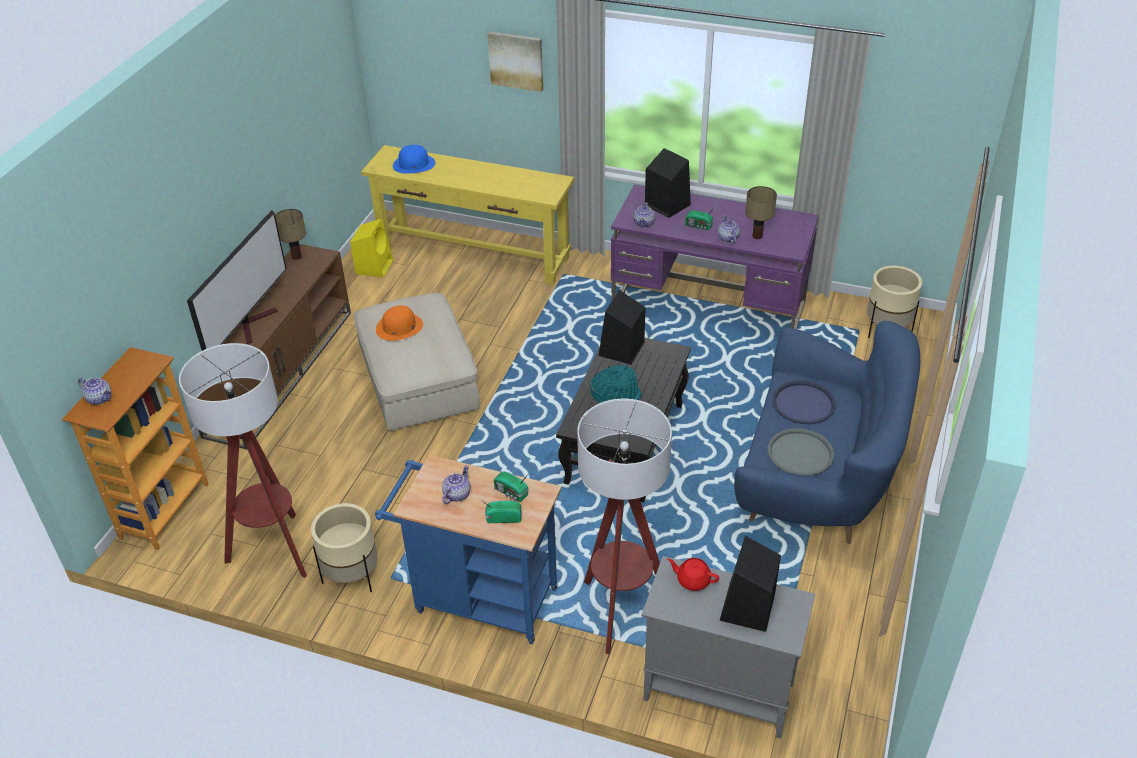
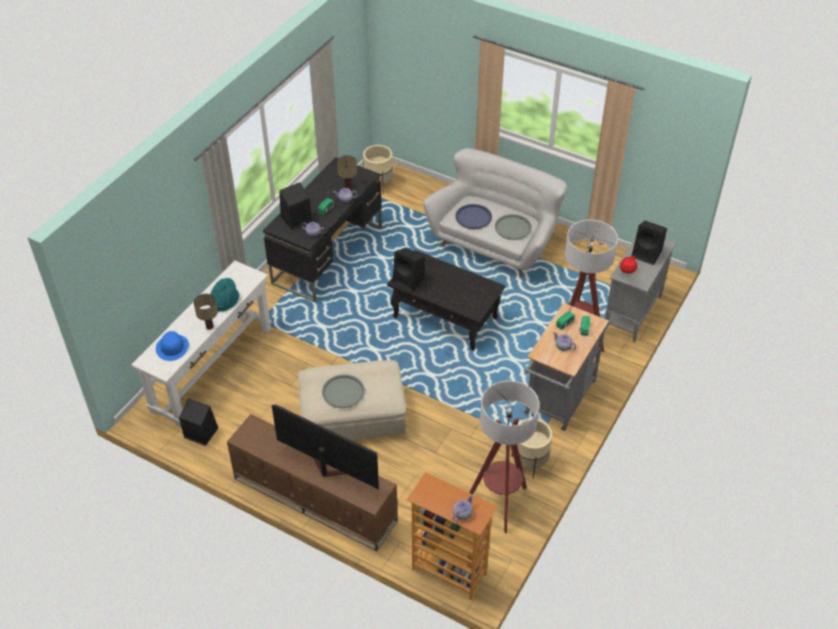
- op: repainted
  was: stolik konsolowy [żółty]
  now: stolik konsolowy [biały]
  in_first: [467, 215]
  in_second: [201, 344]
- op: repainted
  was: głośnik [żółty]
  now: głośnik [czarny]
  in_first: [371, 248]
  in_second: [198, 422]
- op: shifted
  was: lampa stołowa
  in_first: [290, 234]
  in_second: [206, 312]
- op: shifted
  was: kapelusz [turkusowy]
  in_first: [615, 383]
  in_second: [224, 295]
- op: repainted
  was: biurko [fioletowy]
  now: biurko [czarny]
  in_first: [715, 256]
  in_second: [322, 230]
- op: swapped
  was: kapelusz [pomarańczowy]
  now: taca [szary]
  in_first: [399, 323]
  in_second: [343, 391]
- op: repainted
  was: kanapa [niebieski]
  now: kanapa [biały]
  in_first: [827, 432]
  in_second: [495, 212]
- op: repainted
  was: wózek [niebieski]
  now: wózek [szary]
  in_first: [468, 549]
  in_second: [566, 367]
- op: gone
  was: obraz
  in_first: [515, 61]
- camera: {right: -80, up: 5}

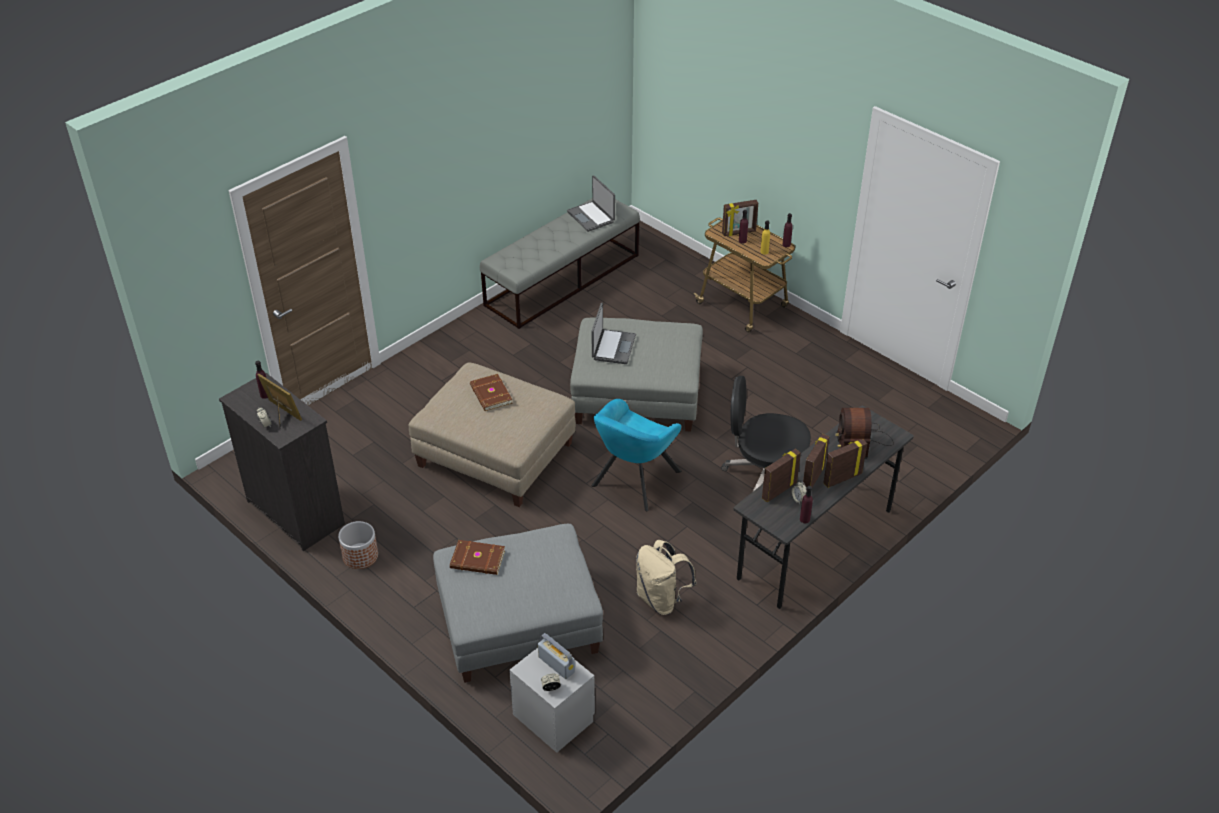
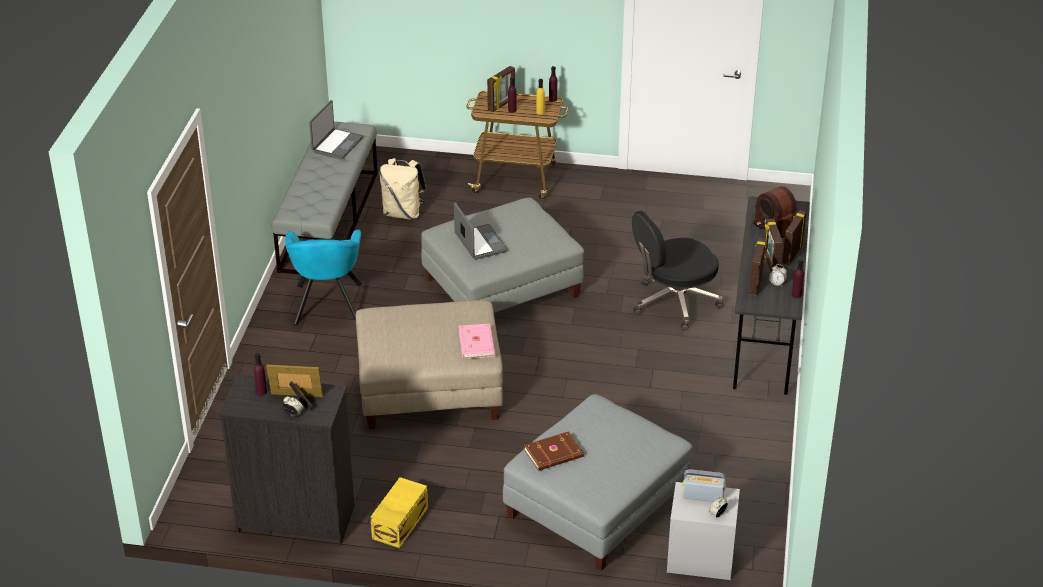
- op: shifted
  was: fotel [turkusowy]
  in_first: [636, 455]
  in_second: [323, 277]
- op: rotated
  was: laptop
  in_first: [591, 203]
  in_second: [336, 130]
  clockwise: -90
- op: swapped
  was: donica
  now: pojemnik do przechowywania [żółty]
  in_first: [358, 545]
  in_second: [399, 512]
- op: shifted
  was: plecak [beżowy]
  in_first: [666, 577]
  in_second: [403, 188]
- op: new
  now: książka [różowy]
  in_second: [477, 341]
- op: gone
  was: książka [brązowy]
  in_first: [491, 392]
- camera: {right: -35, up: -5}

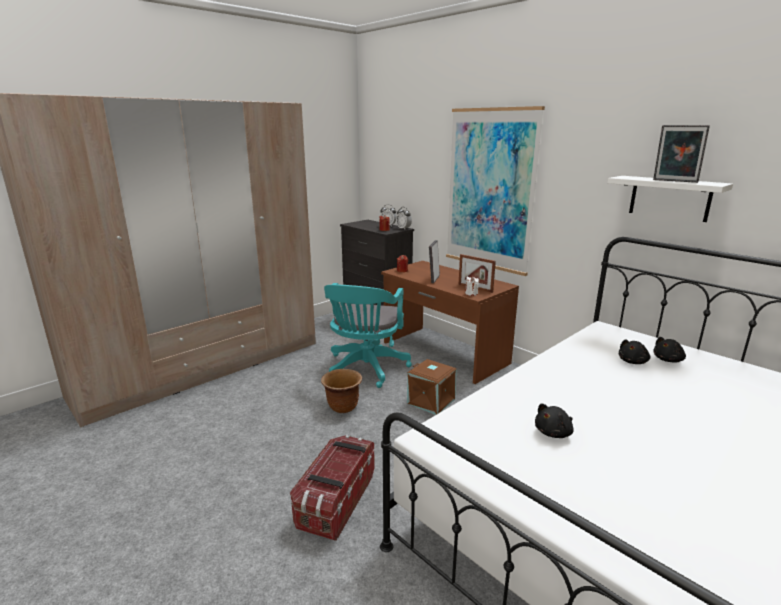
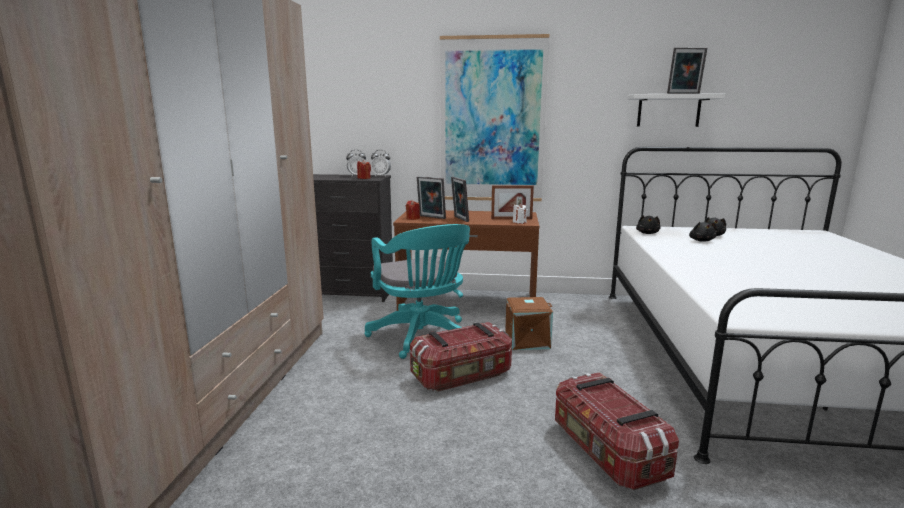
- op: swapped
  was: donica [brązowy]
  now: pojemnik do przechowywania
  in_first: [341, 391]
  in_second: [461, 357]
- op: new
  now: ramka na zdjęcie
  in_second: [431, 197]
- op: shifted
  was: pluszak [czarny]
  in_first: [554, 421]
  in_second: [648, 224]
- camera: {right: -40, up: -5}

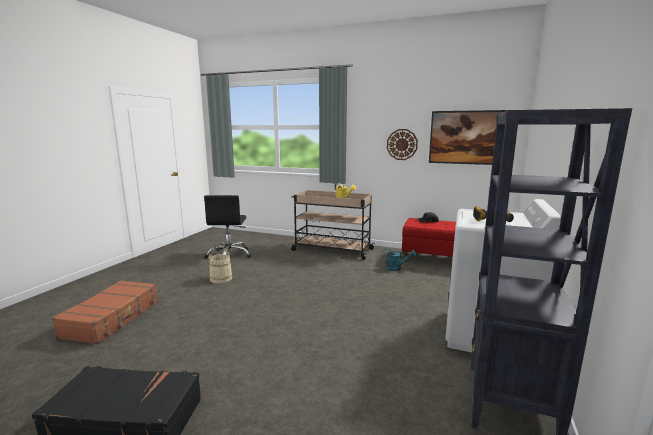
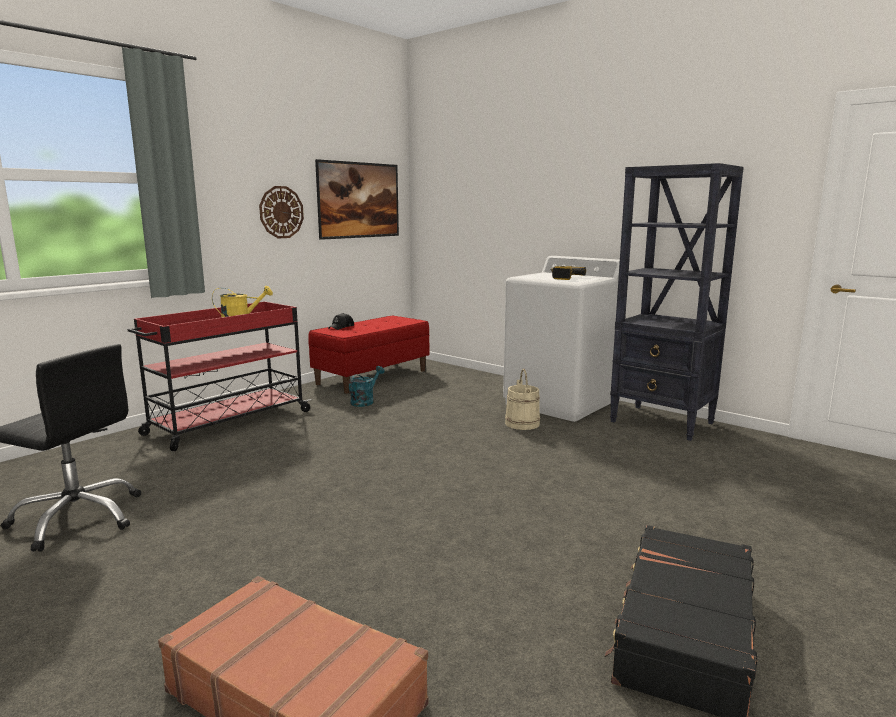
- op: repainted
  was: wózek [beżowy]
  now: wózek [czerwony]
  in_first: [333, 225]
  in_second: [220, 376]
- op: shifted
  was: wiadro [beżowy]
  in_first: [220, 264]
  in_second: [522, 399]
- camera: {right: -70, up: 0}

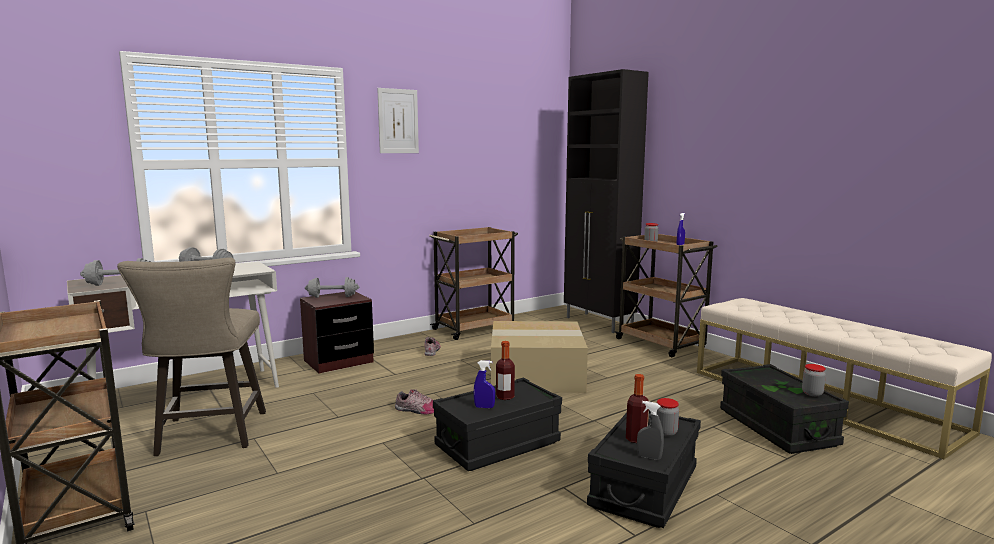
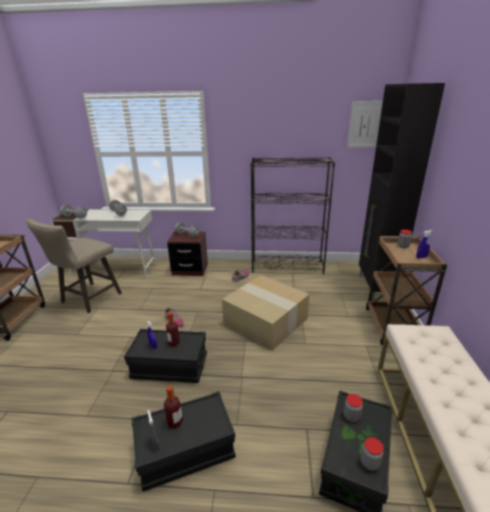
- op: swapped
  was: wózek [brązowy]
  now: regał [czarny]
  in_first: [473, 283]
  in_second: [292, 215]
- op: shifted
  was: słoik
  in_first: [668, 417]
  in_second: [353, 408]
- op: shifted
  was: obraz
  in_first: [398, 120]
  in_second: [365, 124]
- camera: {right: 40, up: 15}

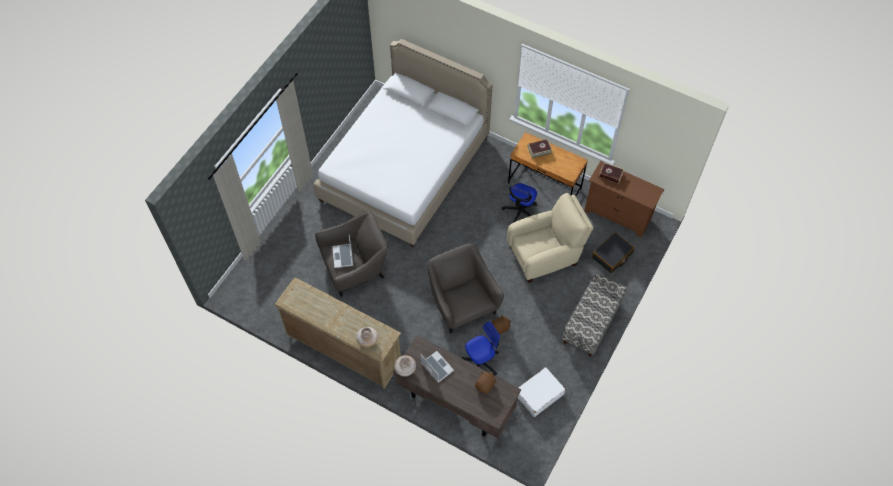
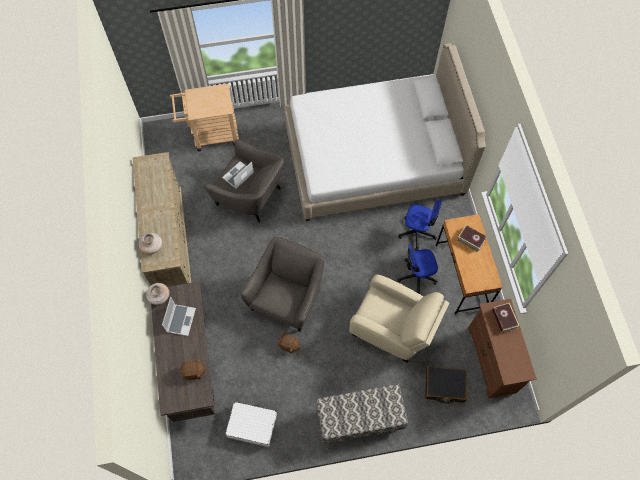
- op: new
  now: wózek [beżowy]
  in_second: [204, 117]
- op: shifted
  was: krzesło biurowe
  in_first: [480, 348]
  in_second: [420, 225]
- camera: {right: 50, up: 5}

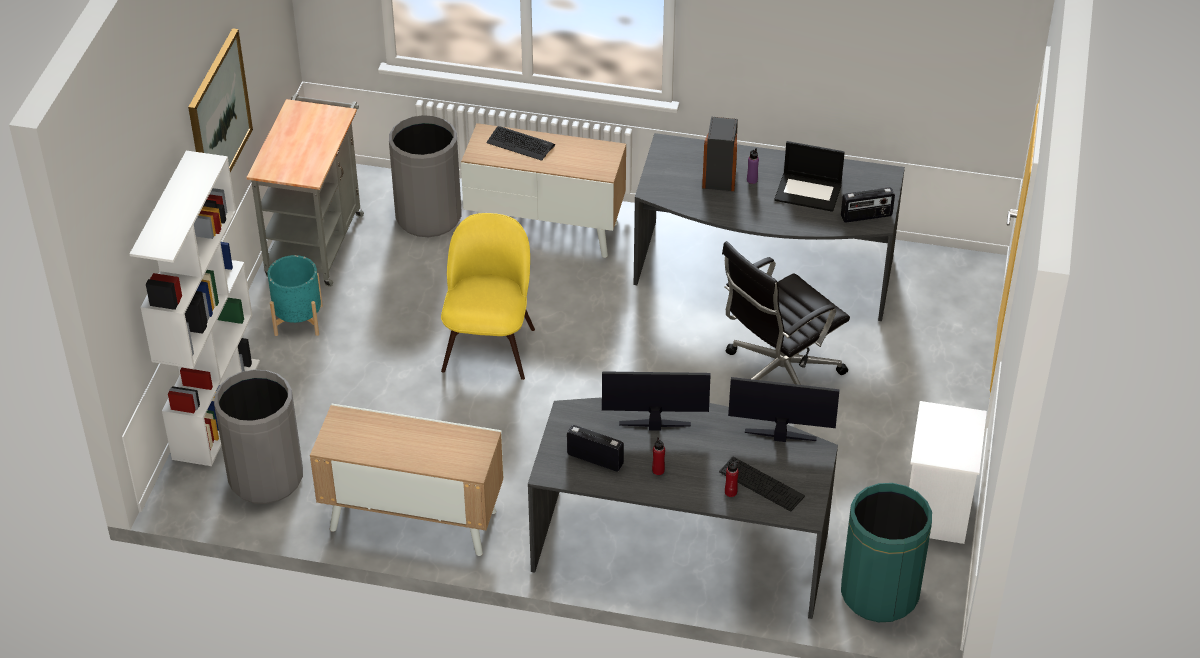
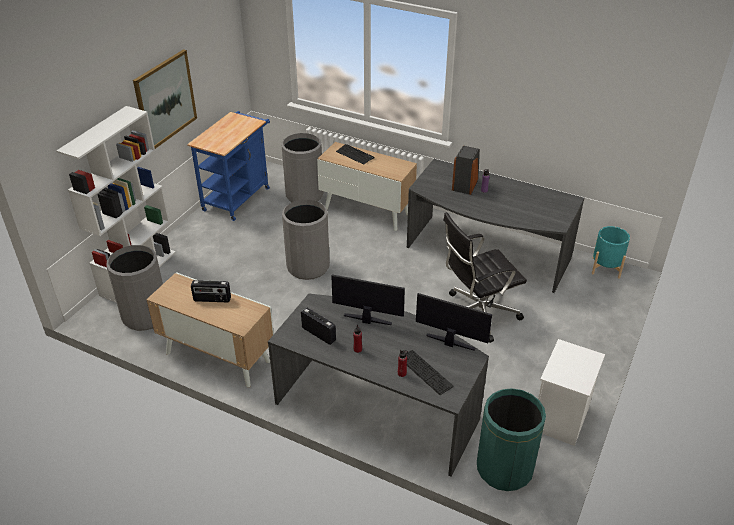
- op: repainted
  was: wózek [szary]
  now: wózek [niebieski]
  in_first: [305, 190]
  in_second: [228, 166]
- op: shifted
  was: radio
  in_first: [868, 205]
  in_second: [211, 291]
- op: swapped
  was: krzesło [żółty]
  now: kosz na śmieci [szary]
  in_first: [488, 296]
  in_second: [306, 239]
- op: shifted
  was: donica [turkusowy]
  in_first: [295, 295]
  in_second: [611, 252]
- op: gone
  was: laptop
  in_first: [809, 176]
- camera: {right: 15, up: -5}

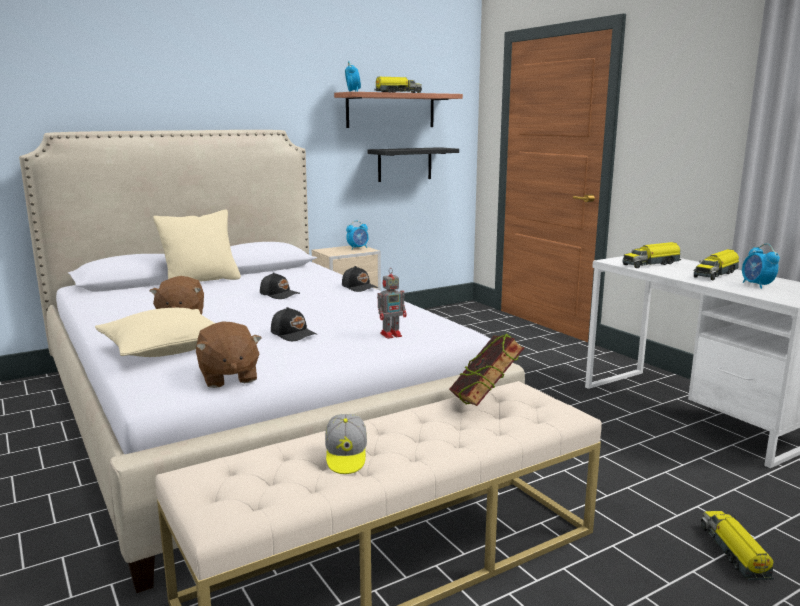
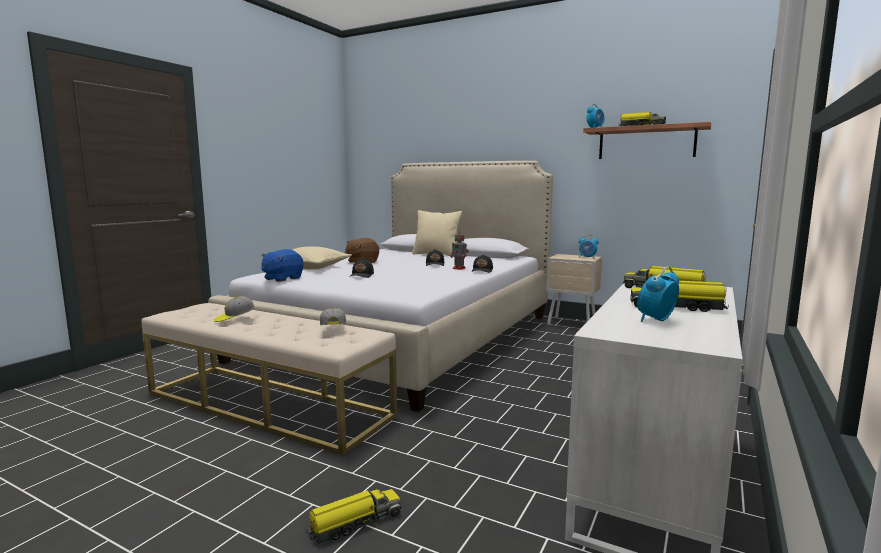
- op: repainted
  was: pluszak [brązowy]
  now: pluszak [niebieski]
  in_first: [229, 354]
  in_second: [282, 265]
- op: swapped
  was: książka
  now: czapka z daszkiem
  in_first: [486, 369]
  in_second: [333, 316]
- op: shifted
  was: robot zabawkowy
  in_first: [392, 303]
  in_second: [459, 250]
- op: gone
  was: półka [czarny]
  in_first: [413, 164]
- camera: {right: 60, up: -5}

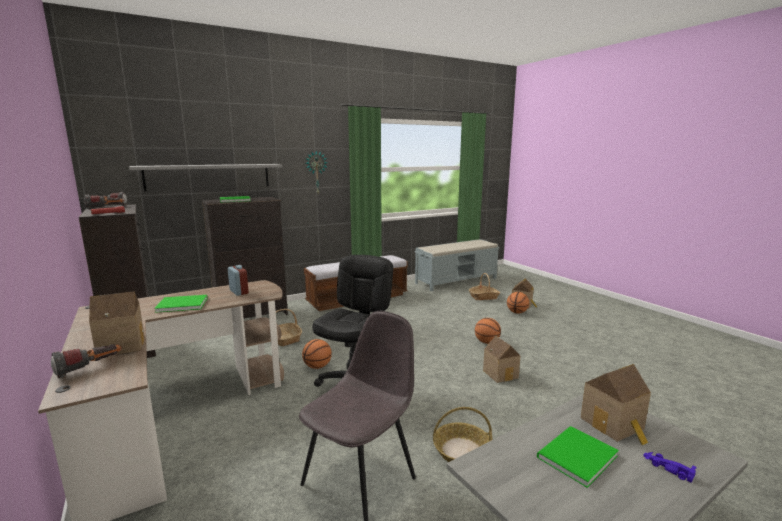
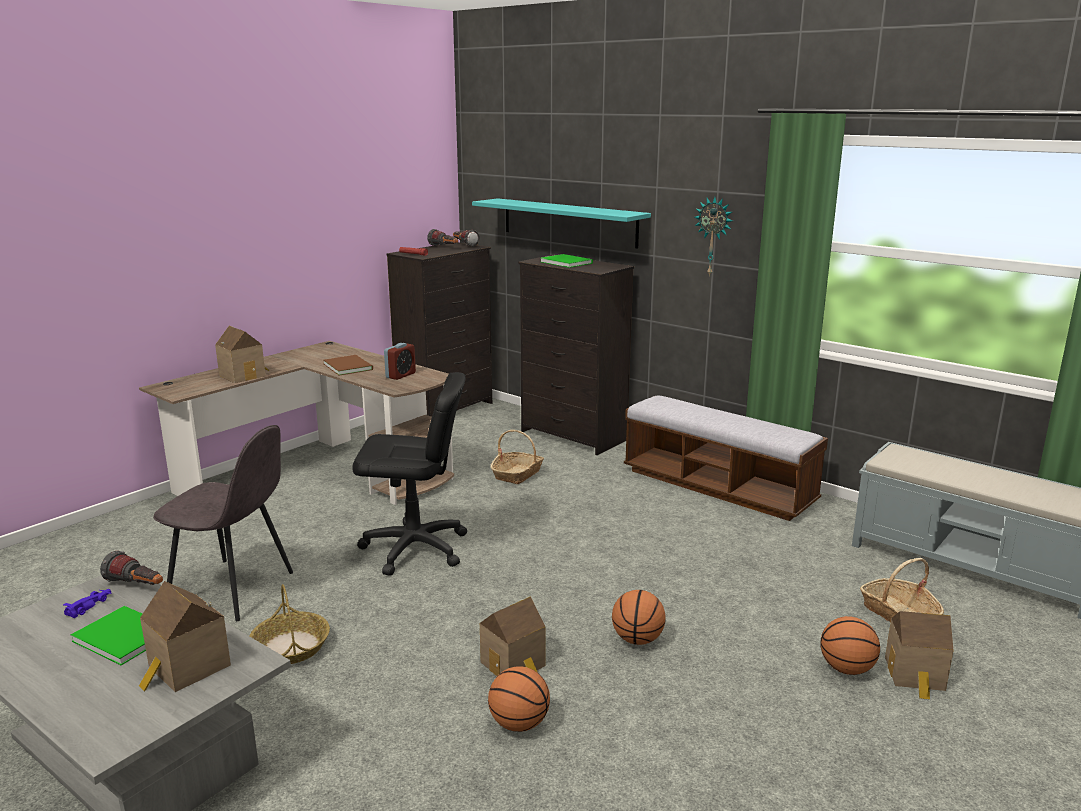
- op: shifted
  was: samochodzik [fioletowy]
  in_first: [670, 467]
  in_second: [87, 603]
- op: shifted
  was: latarka
  in_first: [86, 361]
  in_second: [131, 568]
- op: repainted
  was: książka [zielony]
  now: książka [brązowy]
  in_first: [181, 304]
  in_second: [348, 365]
- op: repainted
  was: półka [szary]
  now: półka [turkusowy]
  in_first: [205, 177]
  in_second: [561, 223]
- op: shifted
  was: piłka do koszykówki
  in_first: [317, 354]
  in_second: [519, 699]
- camera: {right: 70, up: 5}

